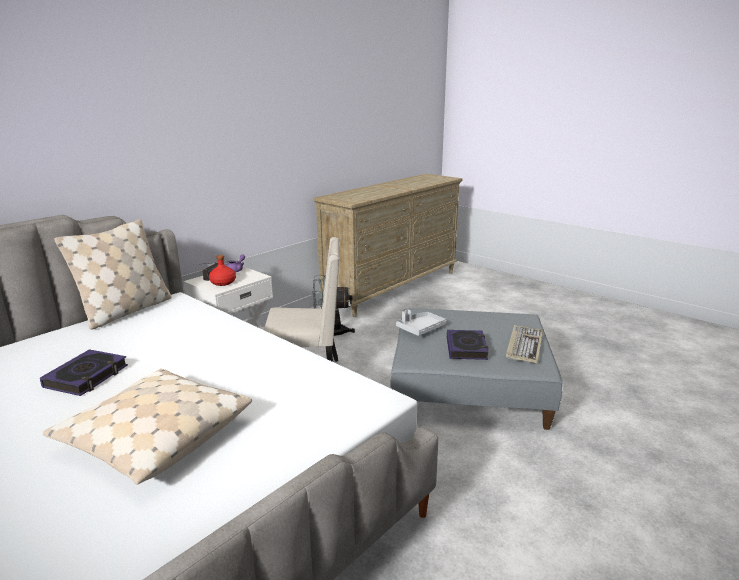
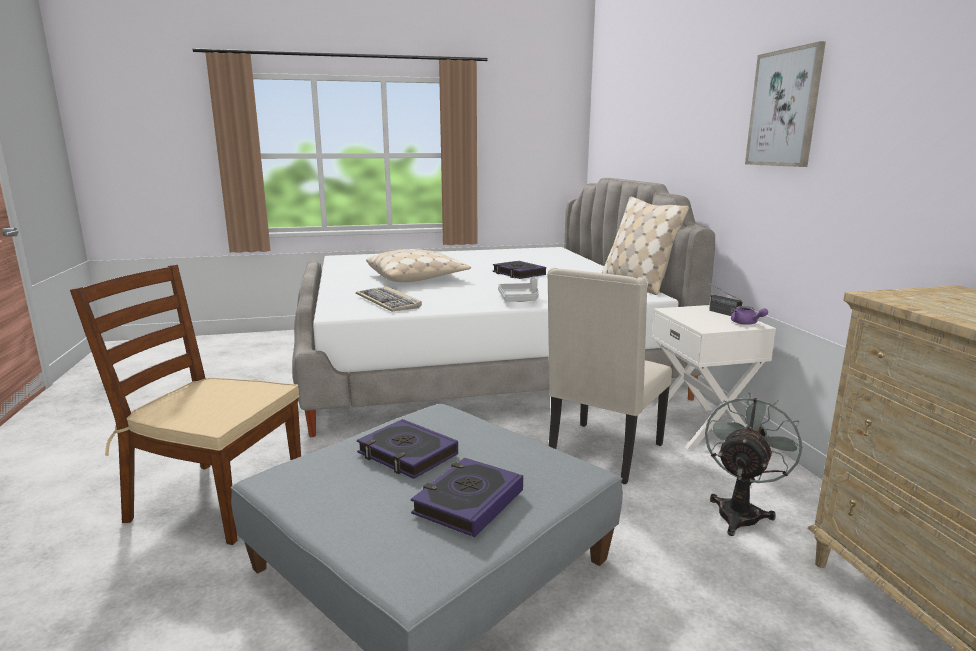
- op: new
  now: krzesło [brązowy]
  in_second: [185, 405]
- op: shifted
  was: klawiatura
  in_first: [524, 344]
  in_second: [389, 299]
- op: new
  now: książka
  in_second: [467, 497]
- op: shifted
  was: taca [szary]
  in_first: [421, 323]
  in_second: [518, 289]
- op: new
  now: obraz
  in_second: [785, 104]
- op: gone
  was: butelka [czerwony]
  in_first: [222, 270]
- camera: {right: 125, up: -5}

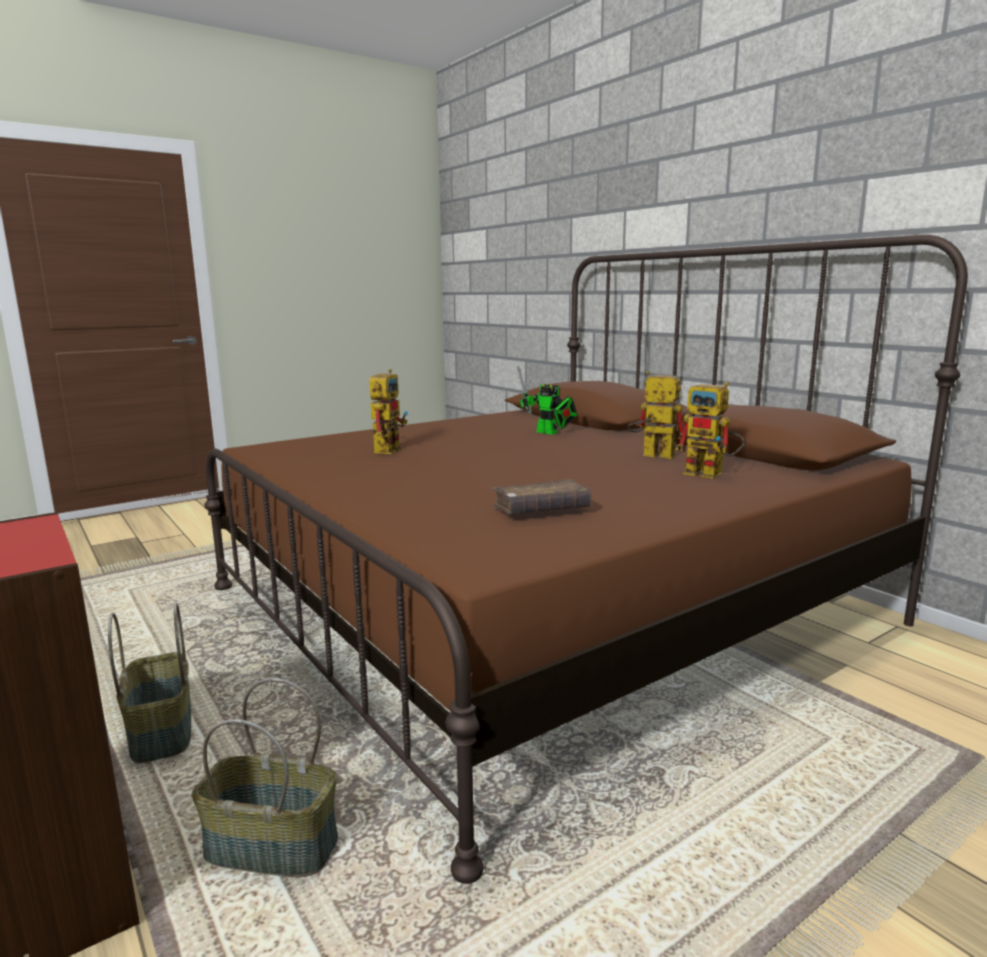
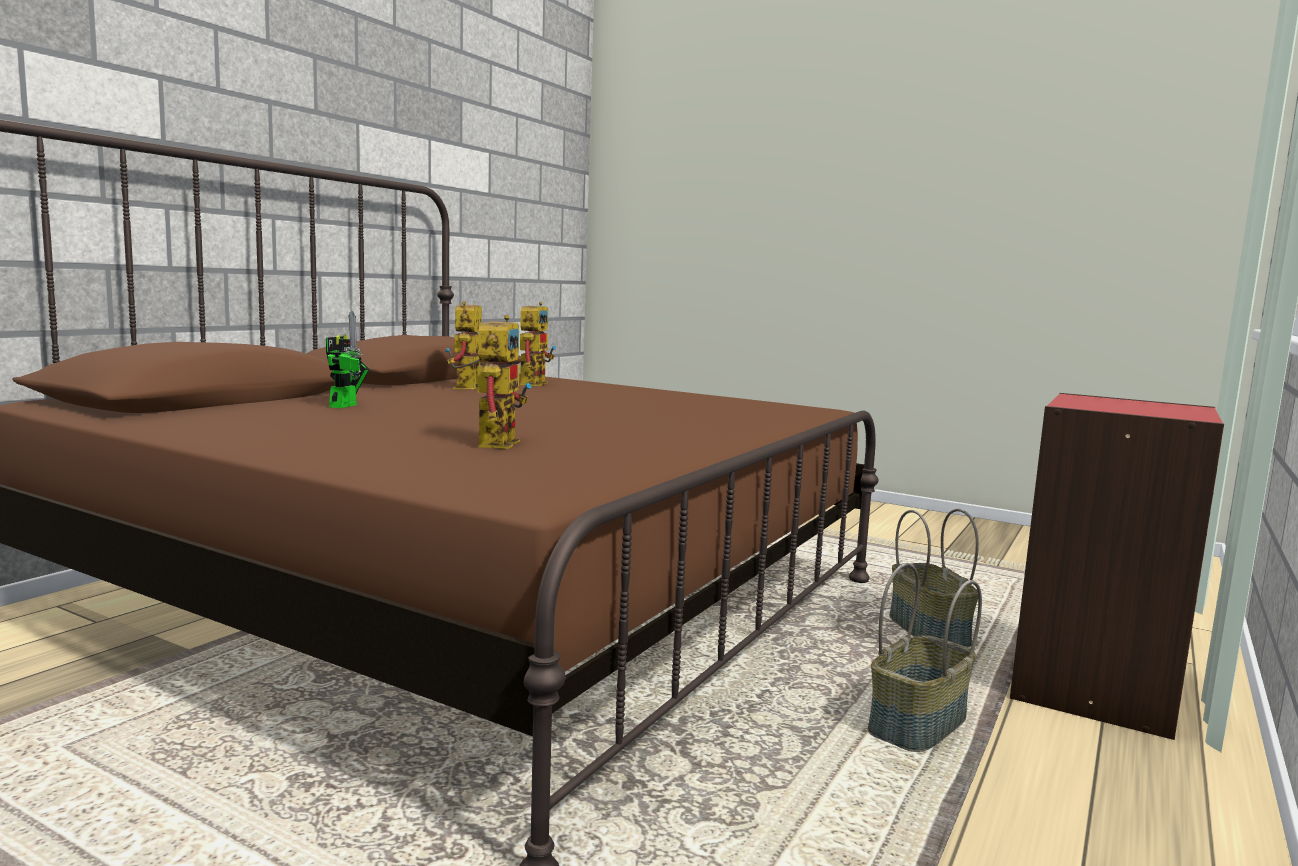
- op: rotated
  was: robot zabawkowy
  in_first: [388, 411]
  in_second: [504, 382]
  clockwise: 105
- op: gone
  was: książka [brązowy]
  in_first: [541, 497]
- camera: {right: -115, up: -5}

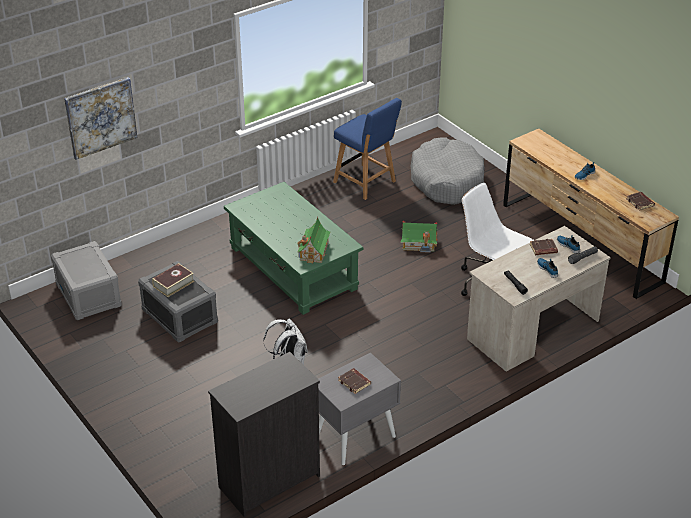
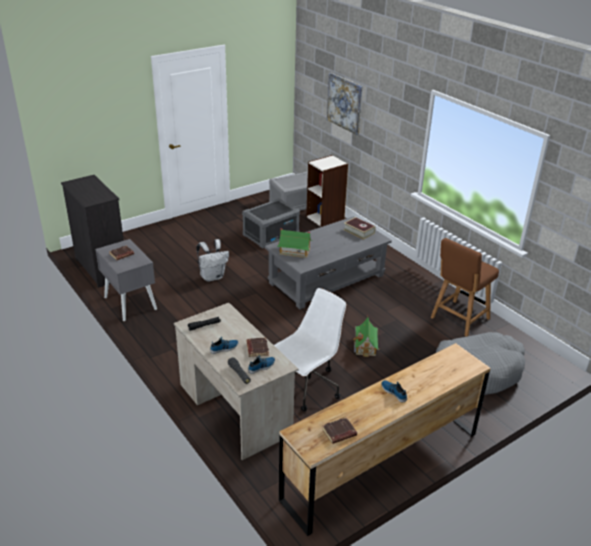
- op: repainted
  was: ława [zielony]
  now: ława [szary]
  in_first: [293, 248]
  in_second: [328, 262]
- op: new
  now: regał
  in_second: [327, 191]
- op: shifted
  was: książka
  in_first: [173, 280]
  in_second: [359, 228]
- op: repainted
  was: krzesło [niebieski]
  now: krzesło [brązowy]
  in_first: [367, 149]
  in_second: [465, 287]
- camera: {right: 90, up: -5}

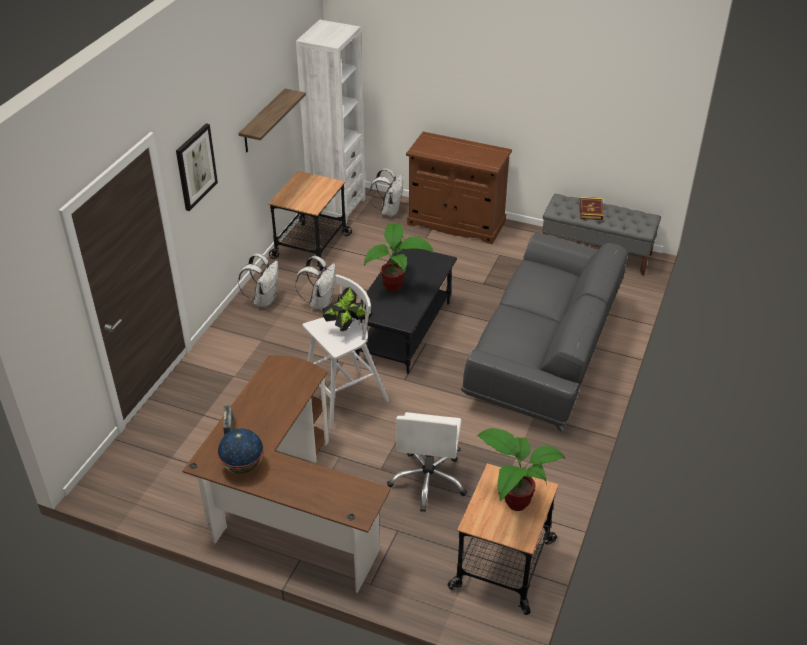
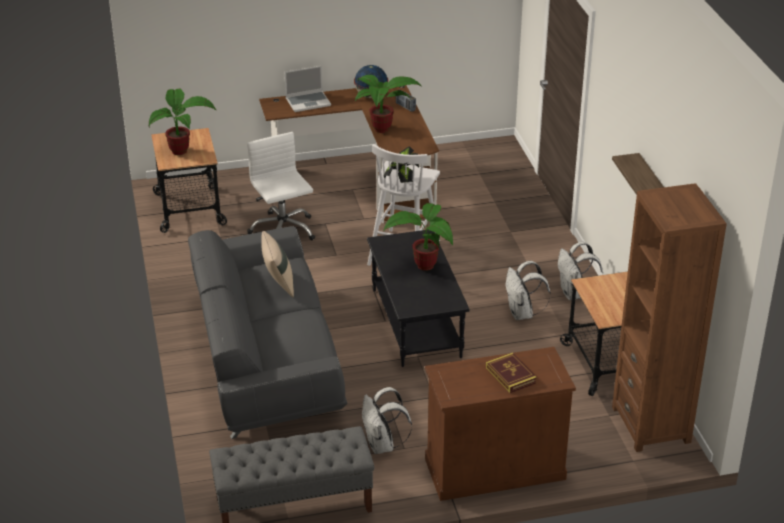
- op: new
  now: poduszka [beżowy]
  in_second: [277, 264]
- op: new
  now: laptop
  in_second: [308, 89]
- op: new
  now: roślina doniczkowa
  in_second: [389, 104]
- op: shifted
  was: plecak [biały]
  in_first: [385, 192]
  in_second: [387, 420]
- op: shifted
  was: książka
  in_first: [591, 208]
  in_second: [511, 373]
- op: repainted
  was: regał [biały]
  now: regał [brązowy]
  in_first: [330, 121]
  in_second: [669, 317]
- op: gone
  was: obraz
  in_first: [197, 167]
- camera: {right: 145, up: -5}

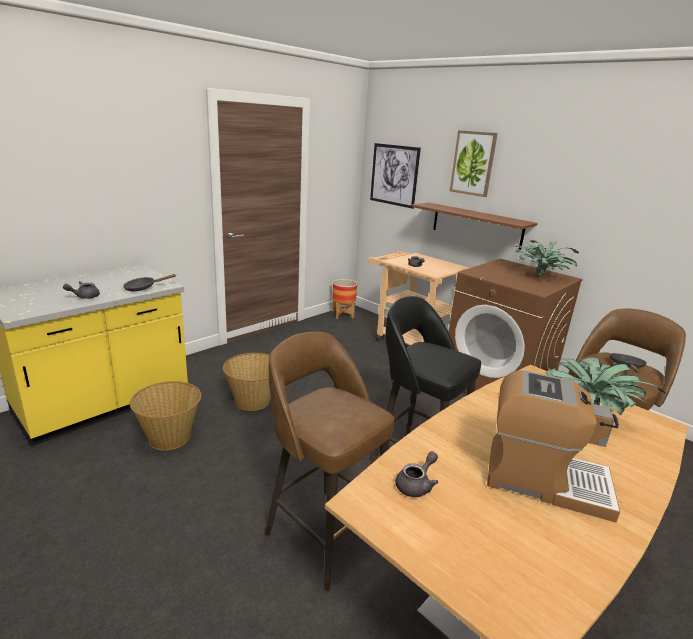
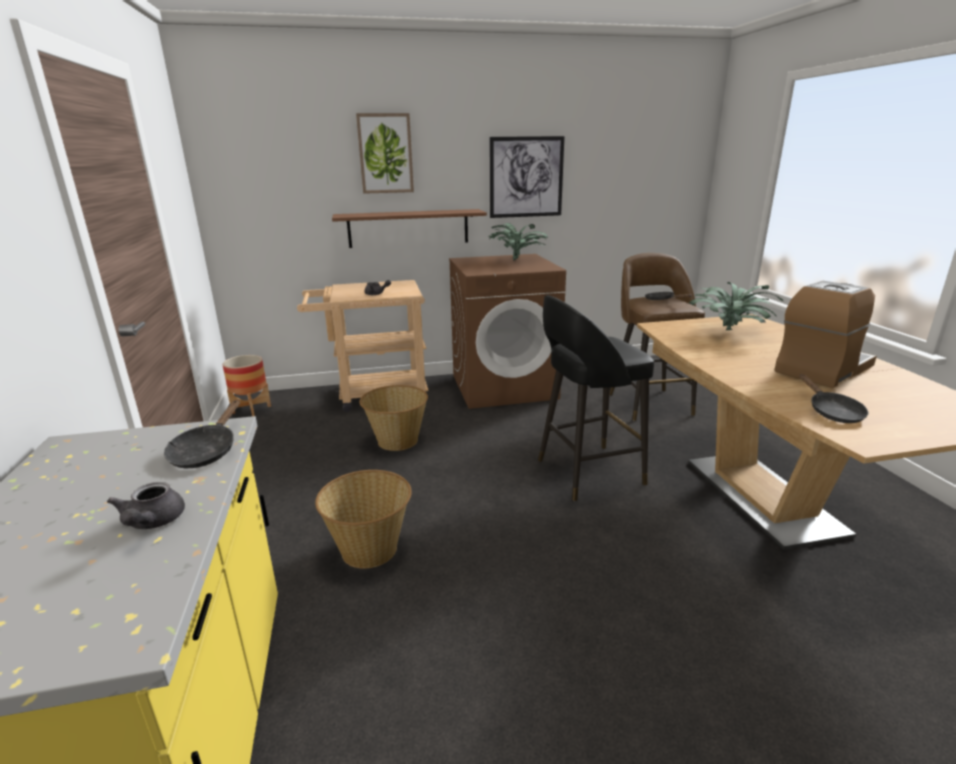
- op: shifted
  was: koszyk
  in_first: [165, 415]
  in_second: [393, 418]
- op: shifted
  was: obraz
  in_first: [395, 176]
  in_second: [527, 177]
- op: swapped
  was: imbryk [szary]
  now: patelnia [czarny]
  in_first: [417, 474]
  in_second: [834, 398]
- op: gone
  was: stołek [brązowy]
  in_first: [330, 461]
- camera: {right: -55, up: 0}

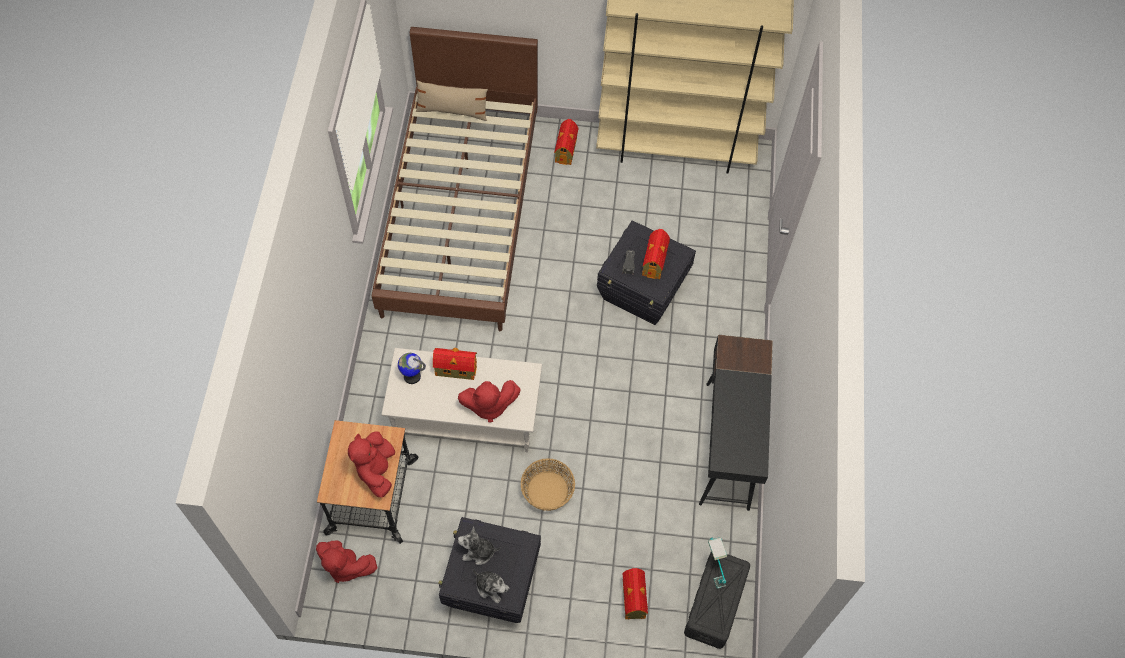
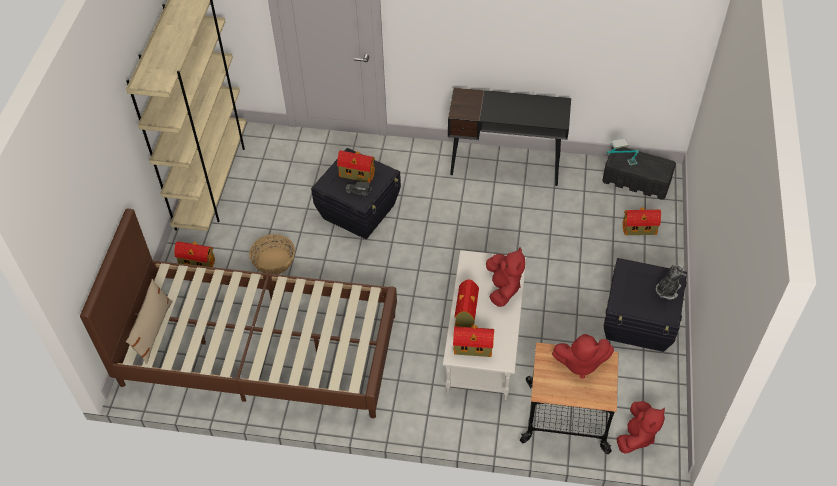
- op: shifted
  was: koszyk
  in_first: [548, 485]
  in_second: [272, 254]
- op: swapped
  was: globus
  now: domek
  in_first: [412, 368]
  in_second: [473, 341]
- op: gone
  was: pluszak
  in_first: [479, 545]
- camera: {right: -85, up: -10}

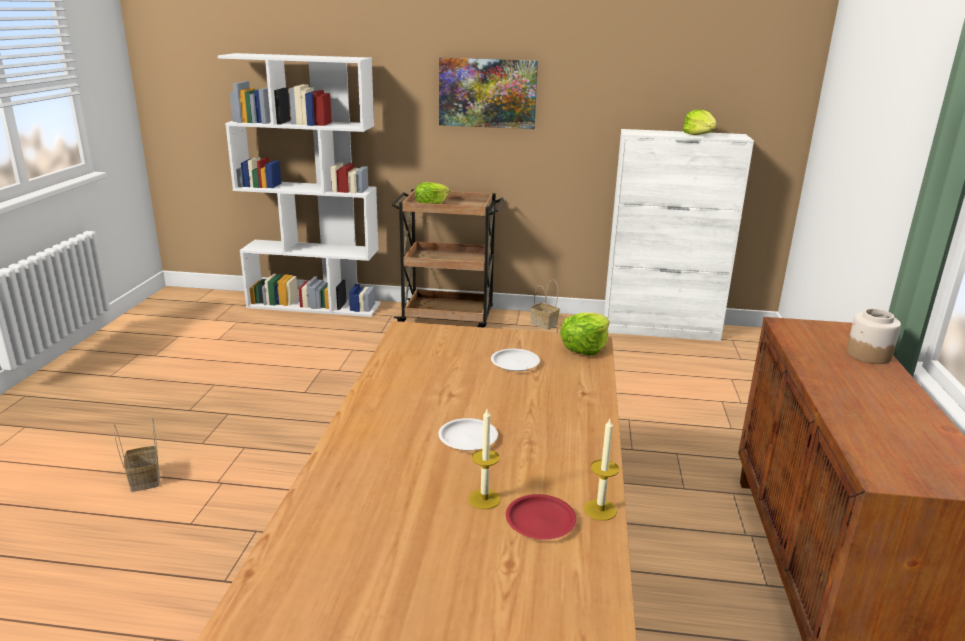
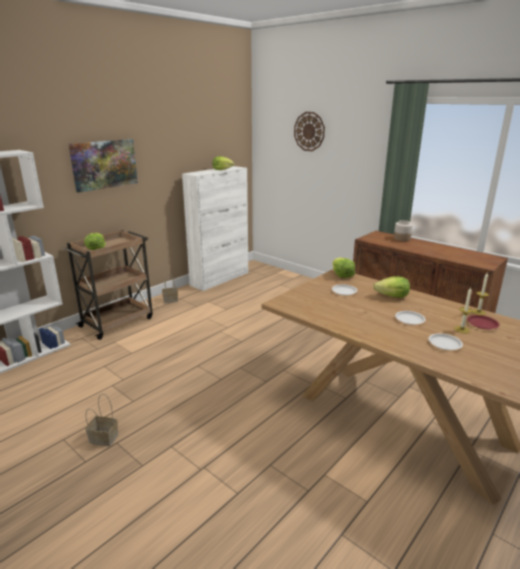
- op: shifted
  was: koszyk
  in_first: [136, 455]
  in_second: [101, 420]
- op: new
  now: zegar ścienny
  in_second: [309, 131]
- op: new
  now: sałata
  in_second: [391, 287]
- op: new
  now: talerz [biały]
  in_second: [445, 341]
- camera: {right: -55, up: 0}

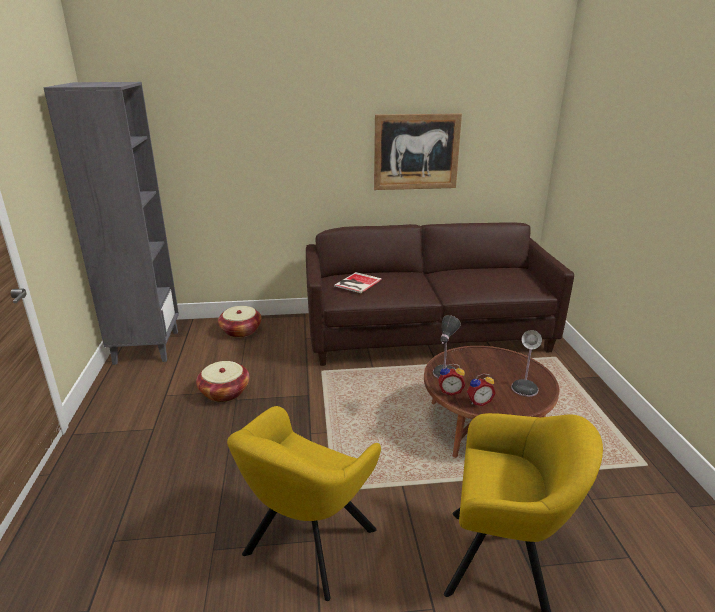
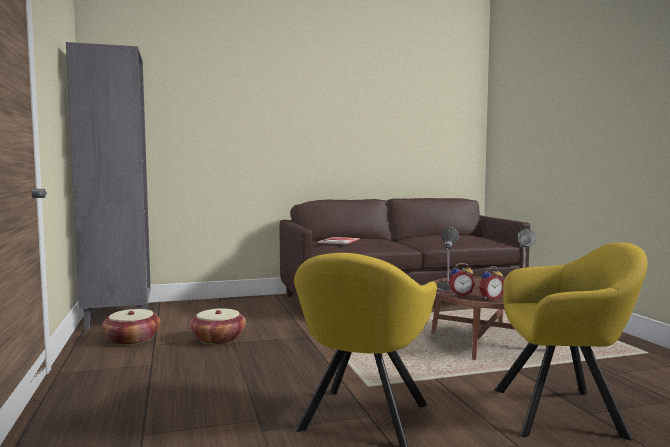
- op: shifted
  was: koszyk
  in_first: [240, 322]
  in_second: [131, 327]
- op: gone
  was: obraz
  in_first: [418, 152]
- camera: {right: -10, up: -20}

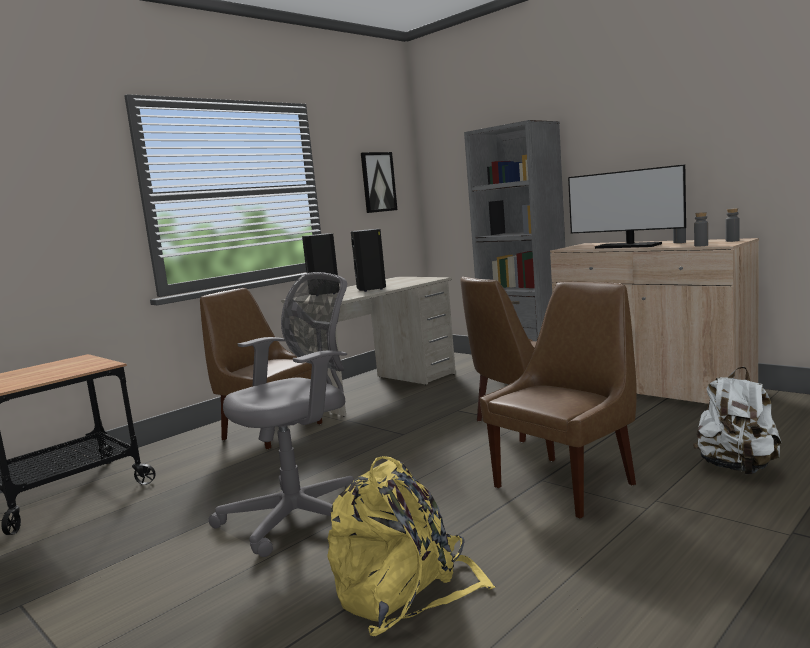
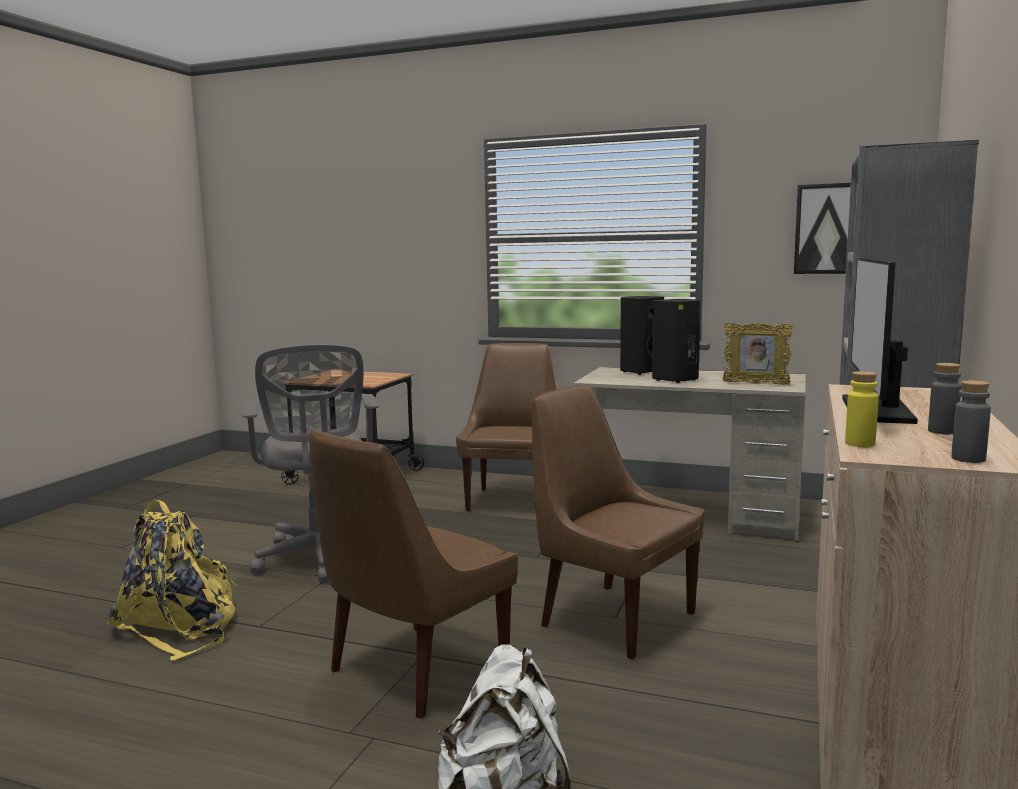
- op: rotated
  was: krzesło biurowe [szary]
  in_first: [281, 414]
  in_second: [310, 463]
  clockwise: 45
- op: rotated
  was: krzesło [brązowy]
  in_first: [558, 399]
  in_second: [413, 574]
  clockwise: 105
- op: new
  now: ramka na zdjęcie
  in_second: [758, 353]
- op: repainted
  was: butelka [szary]
  now: butelka [żółty]
  in_first: [701, 229]
  in_second: [862, 409]
- camera: {right: 65, up: 0}

